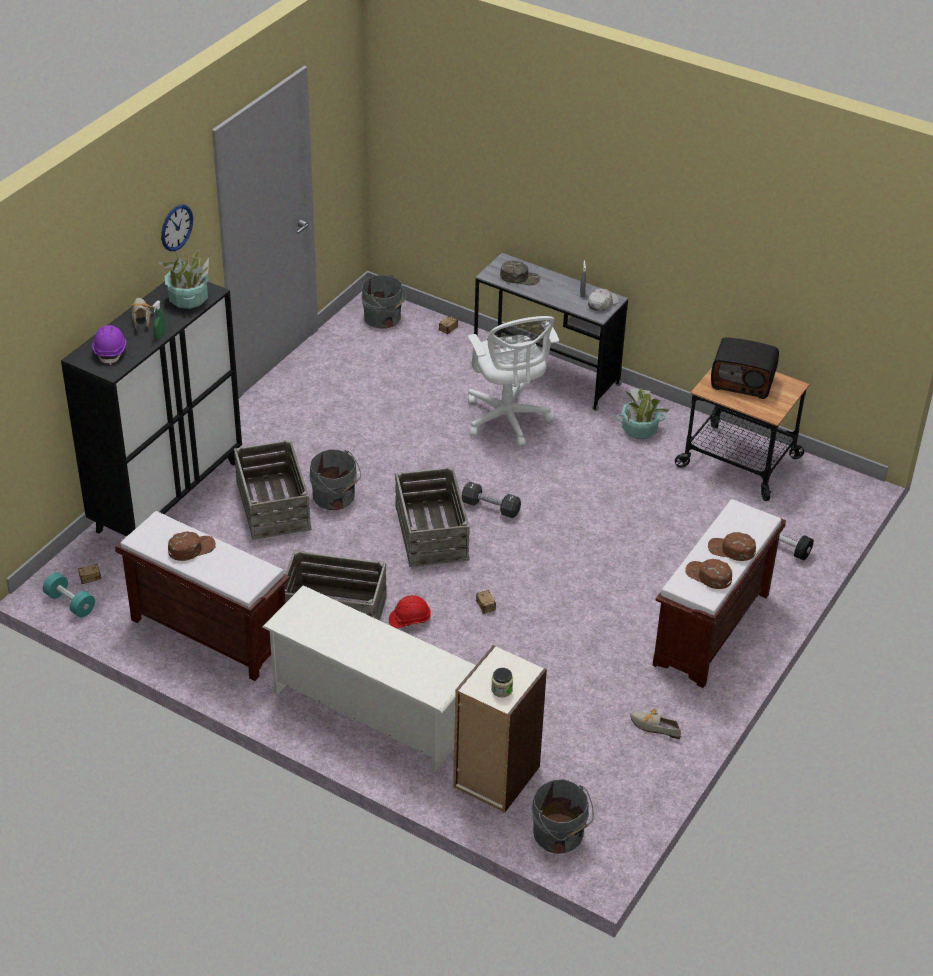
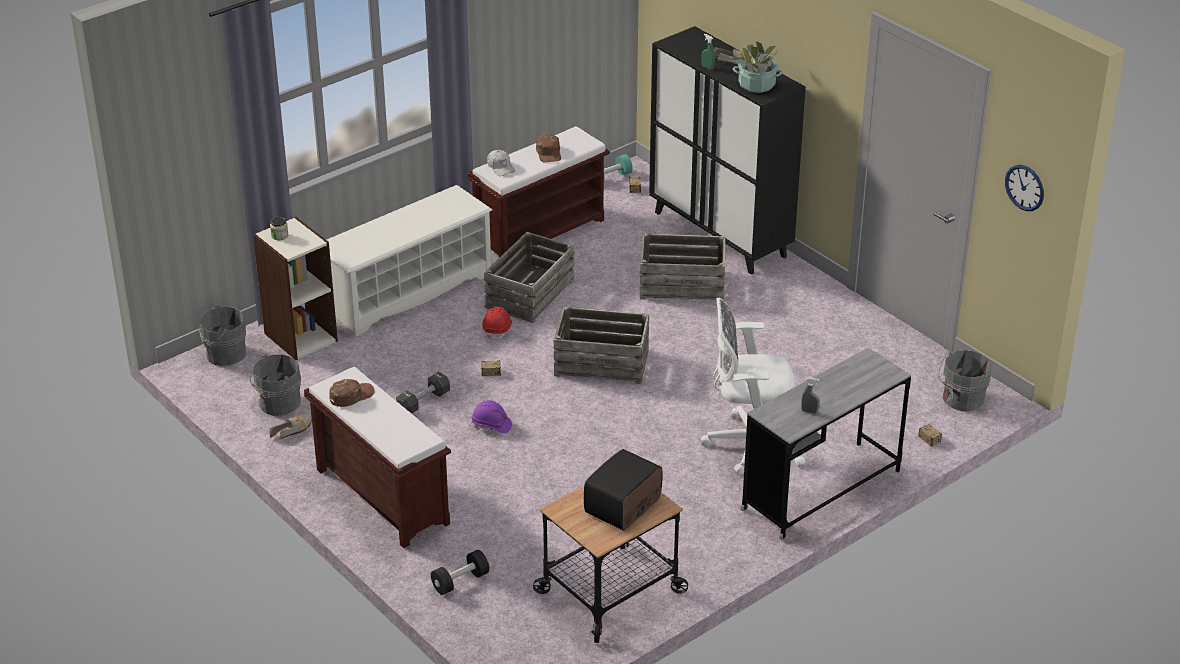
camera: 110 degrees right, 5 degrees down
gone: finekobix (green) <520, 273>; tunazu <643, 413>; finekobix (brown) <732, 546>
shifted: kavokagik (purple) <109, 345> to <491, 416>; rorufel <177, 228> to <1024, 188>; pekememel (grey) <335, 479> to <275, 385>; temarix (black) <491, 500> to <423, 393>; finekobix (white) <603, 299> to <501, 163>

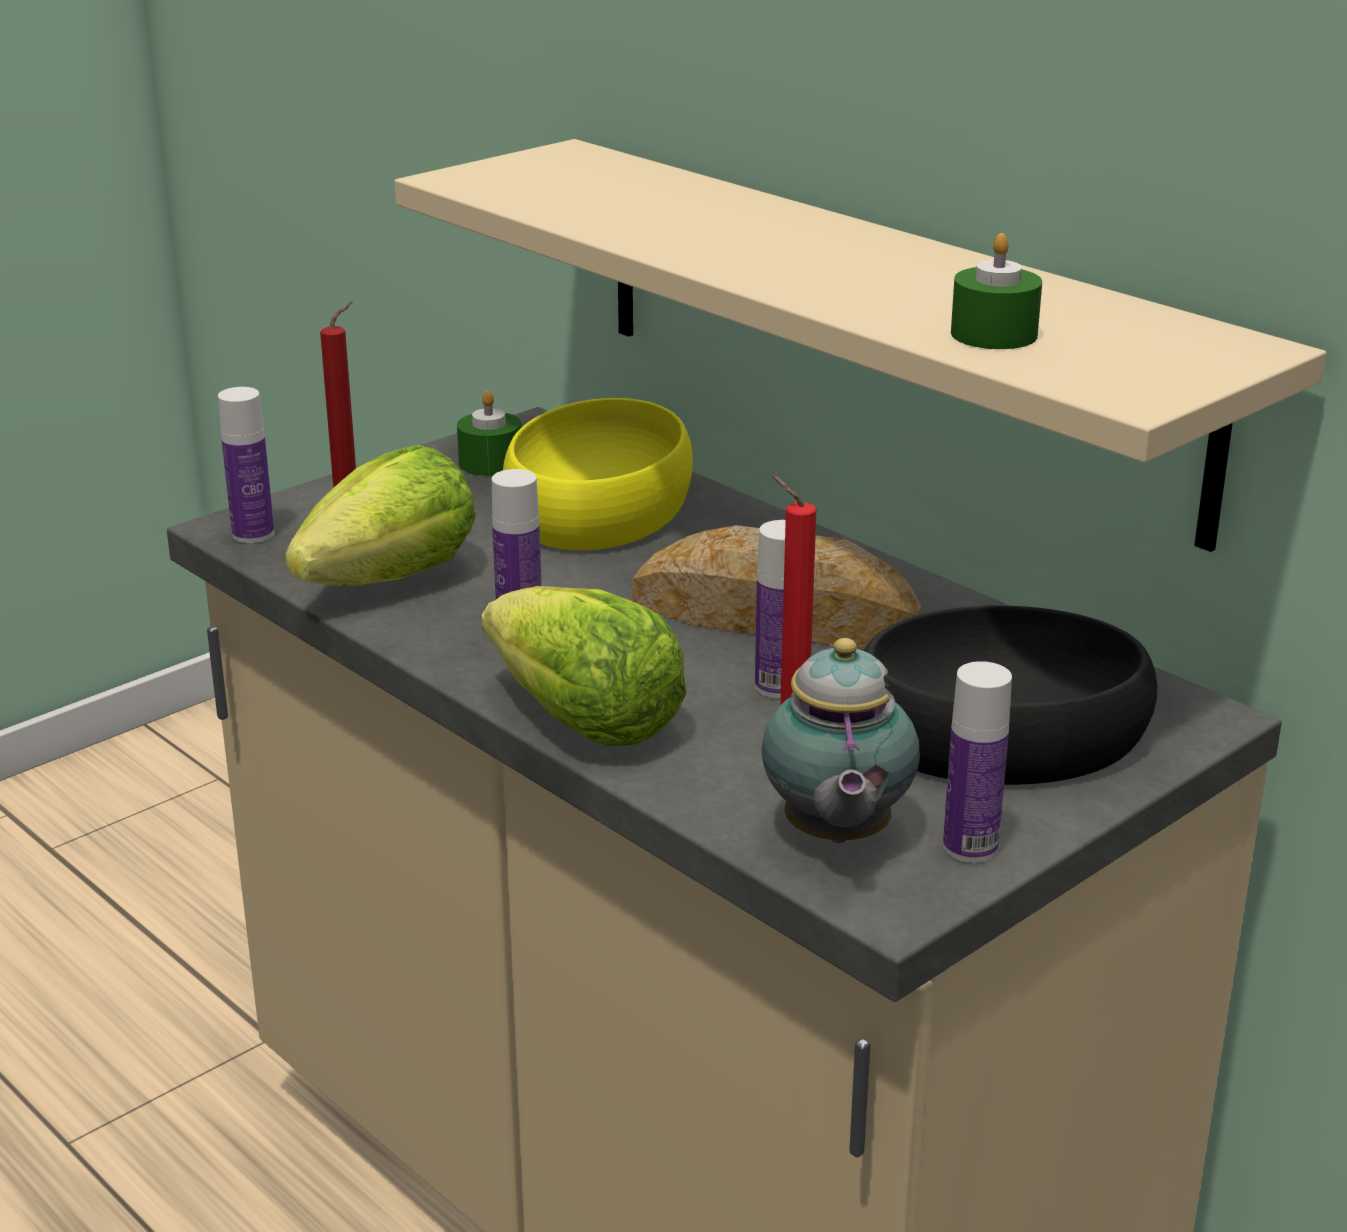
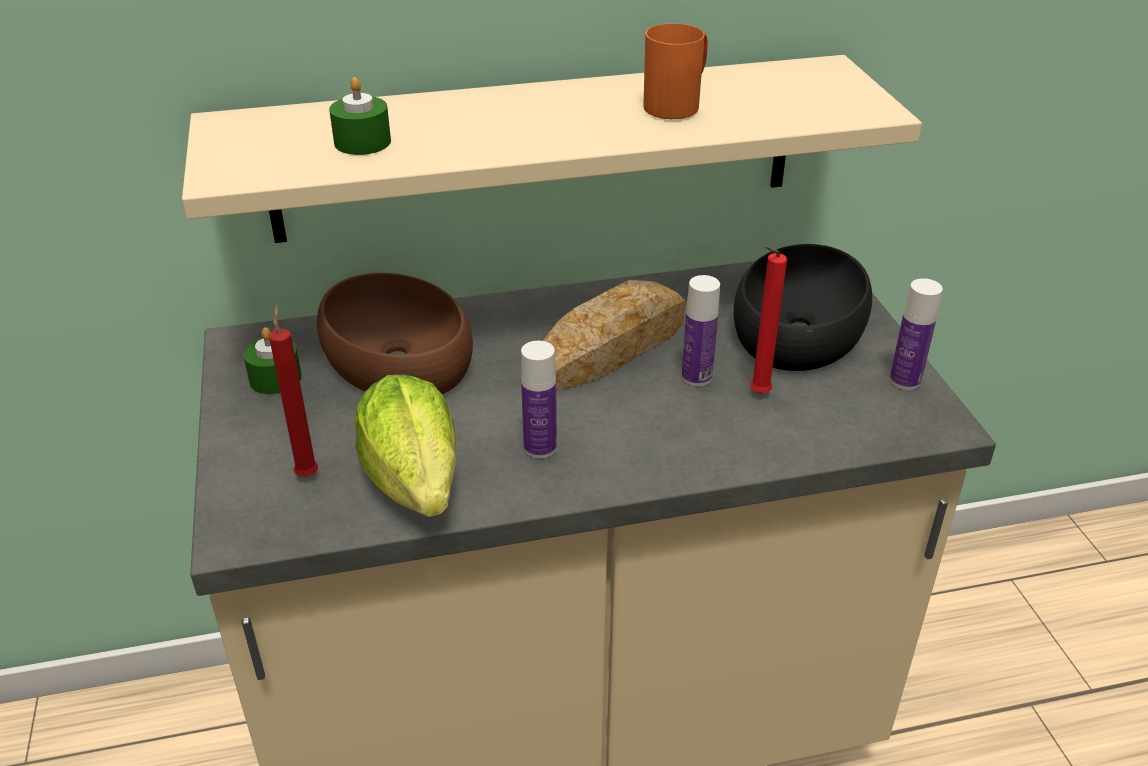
camera: 60 degrees left, 10 degrees up
gone: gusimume <246, 465>; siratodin <583, 666>; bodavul <841, 740>
new: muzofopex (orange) <675, 71>
shifted: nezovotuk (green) <996, 291> to <360, 116>
repainted: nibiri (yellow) <598, 474> to nibiri (brown) <395, 333>

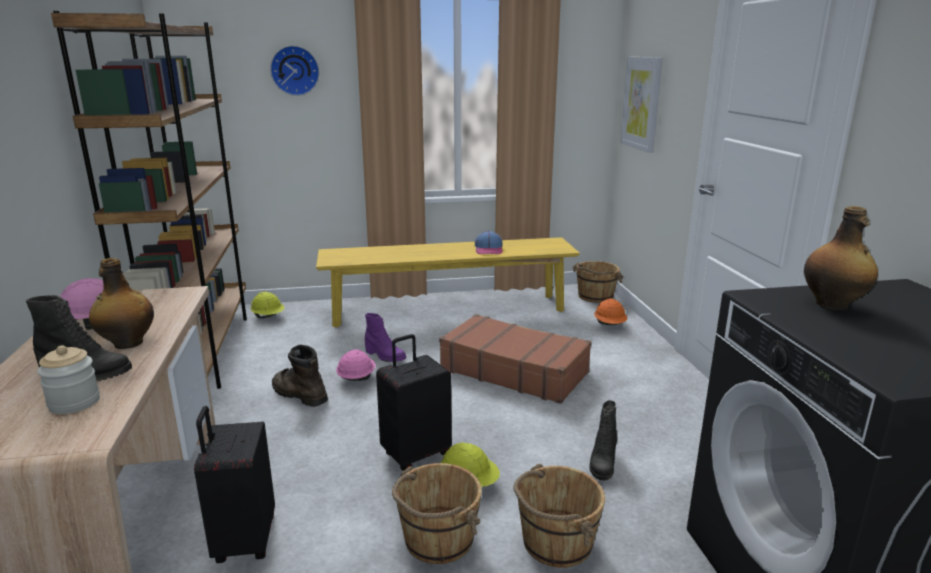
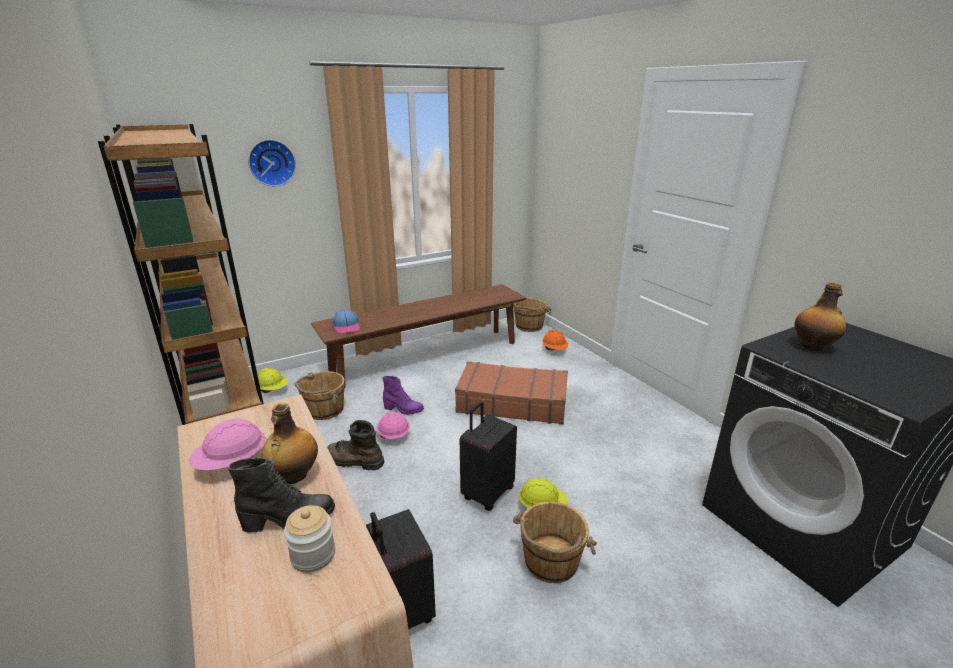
camera: 20 degrees left, 5 degrees up
gone: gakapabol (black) <603, 440>; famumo <641, 105>
shifted: finekobix <489, 242> to <346, 321>; pekememel (brown) <559, 516> to <320, 395>
repainted: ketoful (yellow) <448, 282> to ketoful (brown) <418, 336>

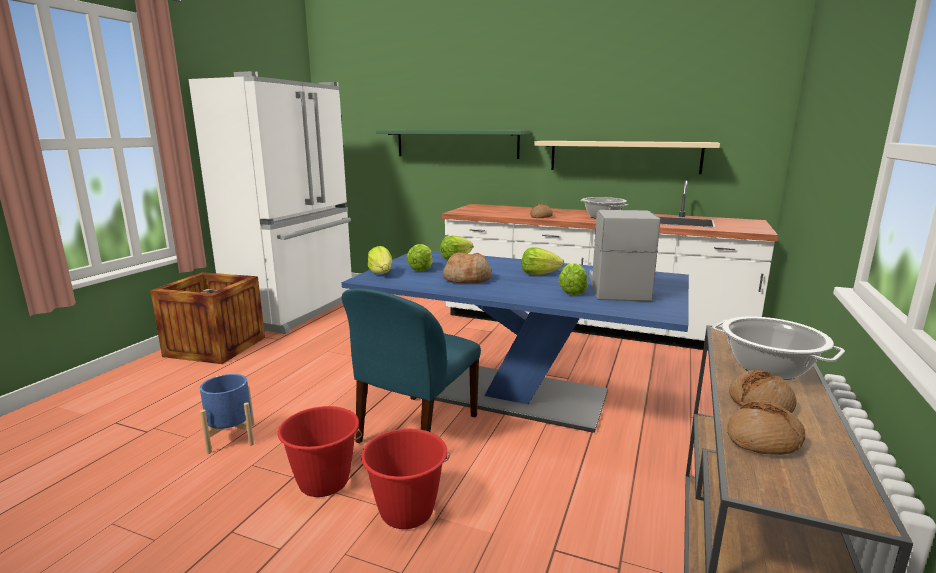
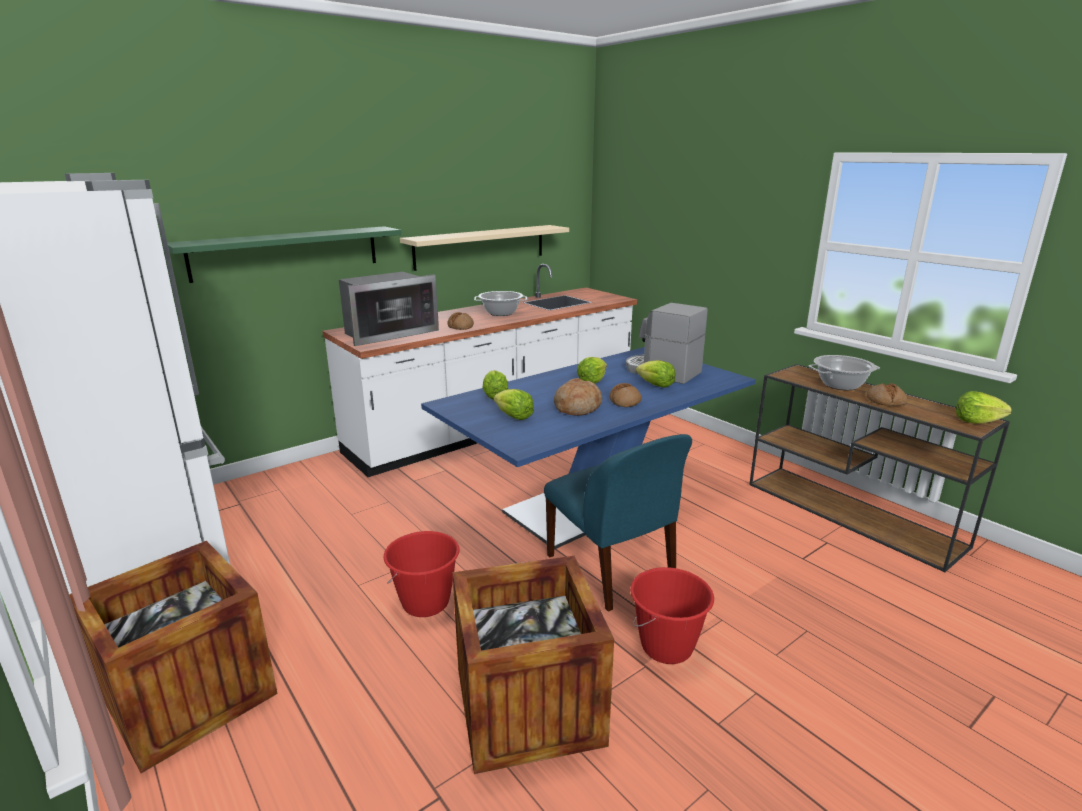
camera: 60 degrees left, 5 degrees up
new: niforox <389, 309>
shifted: pekememel (red) <404, 479> to <421, 574>; siratodin <379, 260> to <984, 407>; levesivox <766, 427> to <625, 395>
swapped: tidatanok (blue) <227, 414> to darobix <533, 665>

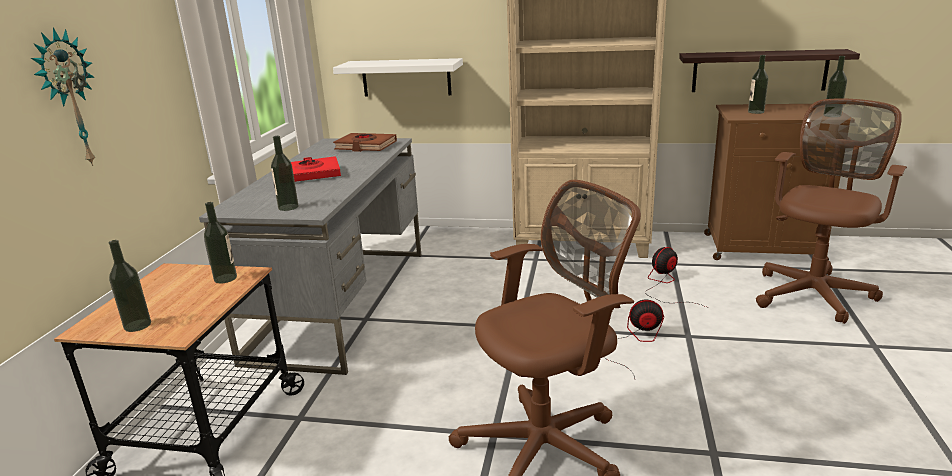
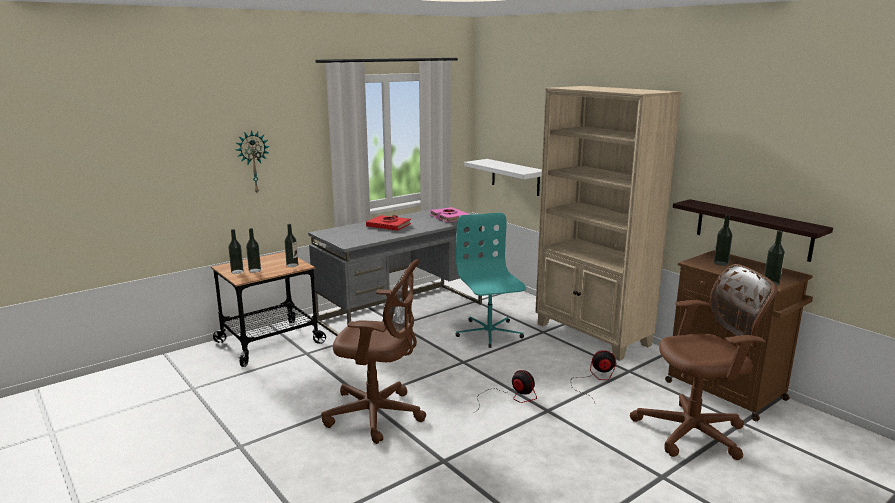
camera: 40 degrees right, 5 degrees down
new: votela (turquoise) <491, 280>
shifted: gusimume <285, 173> to <253, 250>
repainted: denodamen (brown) <365, 142> to denodamen (pink) <450, 214>

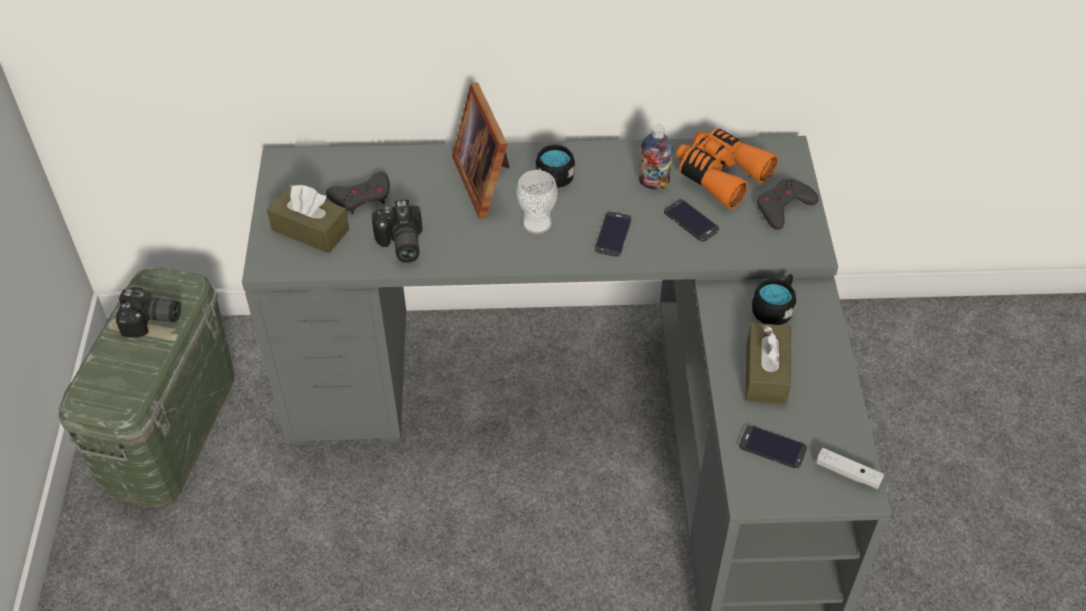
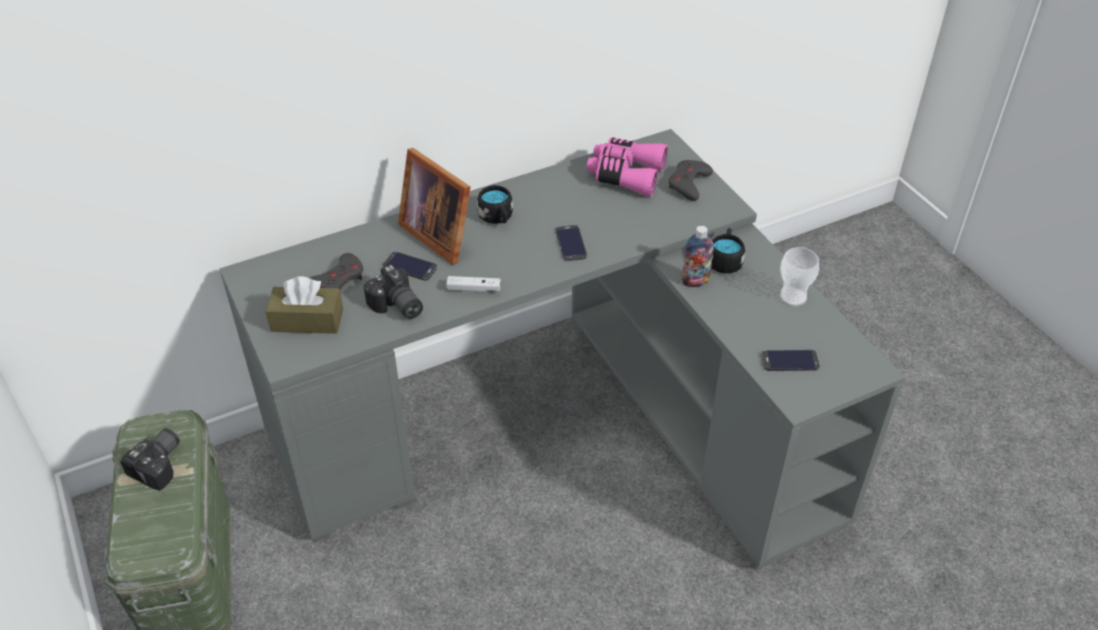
camera: 25 degrees left, 5 degrees down
gone: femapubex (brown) <768, 363>
shifted: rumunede <537, 202> to <799, 276>; gusimume <655, 157> to <697, 256>; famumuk <691, 220> to <410, 266>; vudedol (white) <850, 468> to <473, 284>
repainted: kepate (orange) <727, 168> to kepate (pink) <627, 167>
rotated: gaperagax <148, 312> = <150, 459> 45 degrees counterclockwise

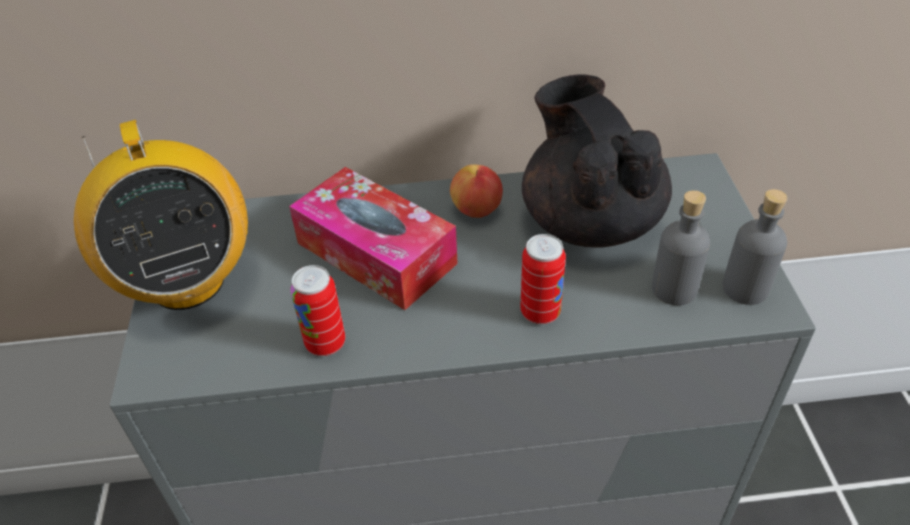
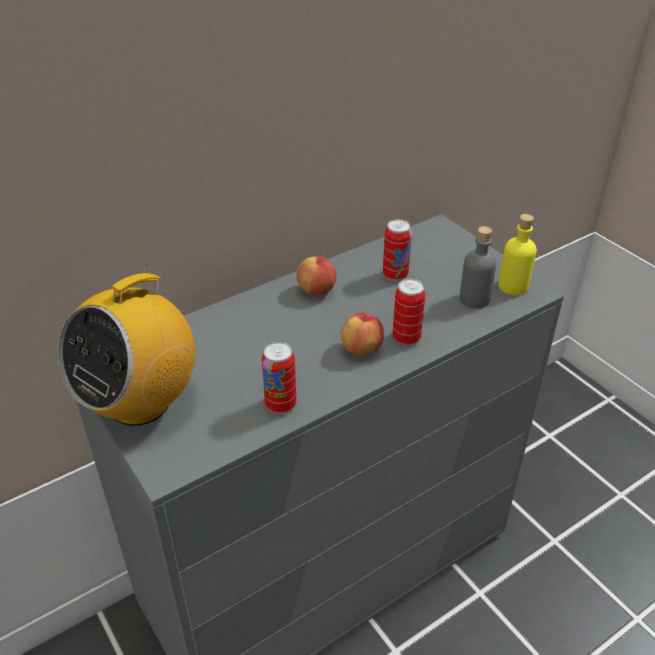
camera: 30 degrees left, 5 degrees down
gone: femapubex <373, 238>
new: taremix <362, 334>
swapped: bodavul (black) <597, 161> to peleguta <397, 250>
repainted: gusimume (grey) <755, 247> to gusimume (yellow) <517, 254>
rotated: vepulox <161, 215> = <126, 345> 90 degrees clockwise

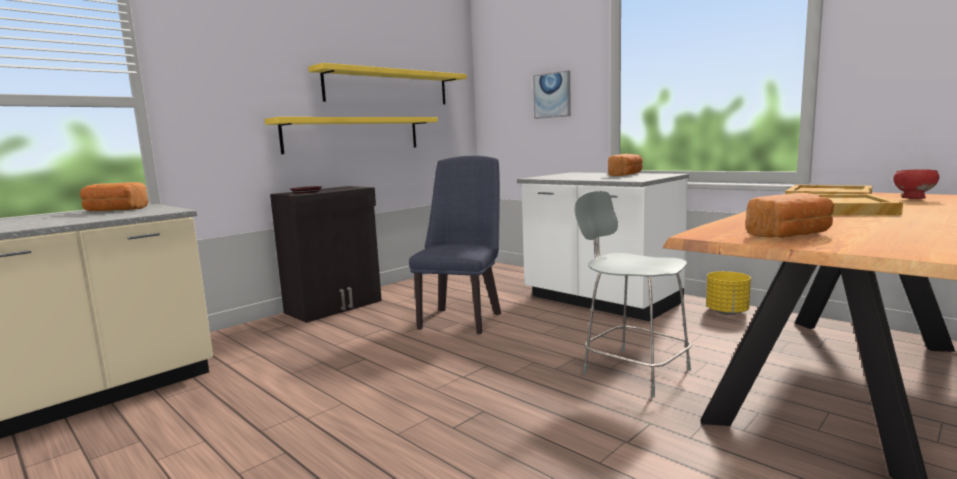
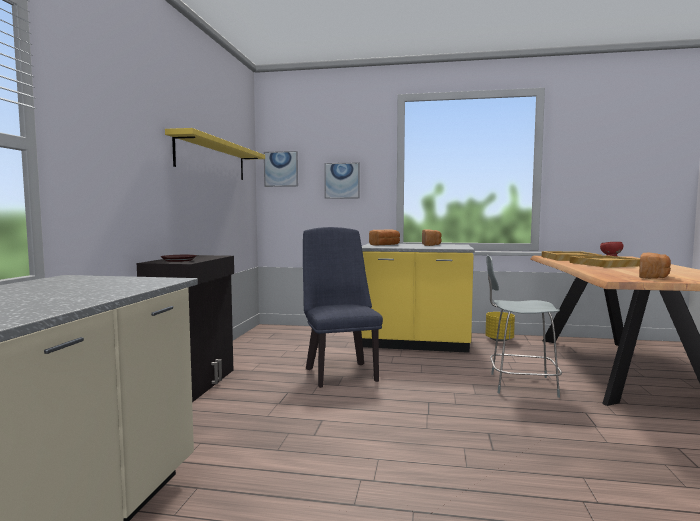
camera: 35 degrees left, 5 degrees down
gone: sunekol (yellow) <351, 135>
new: famumo <281, 169>
shifted: levesivox <114, 196> to <384, 237>
repainted: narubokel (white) <603, 246> to narubokel (yellow) <418, 298>

